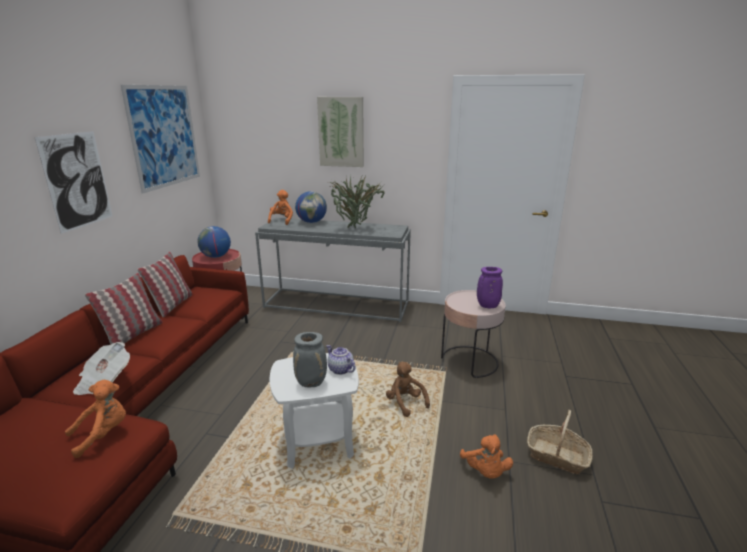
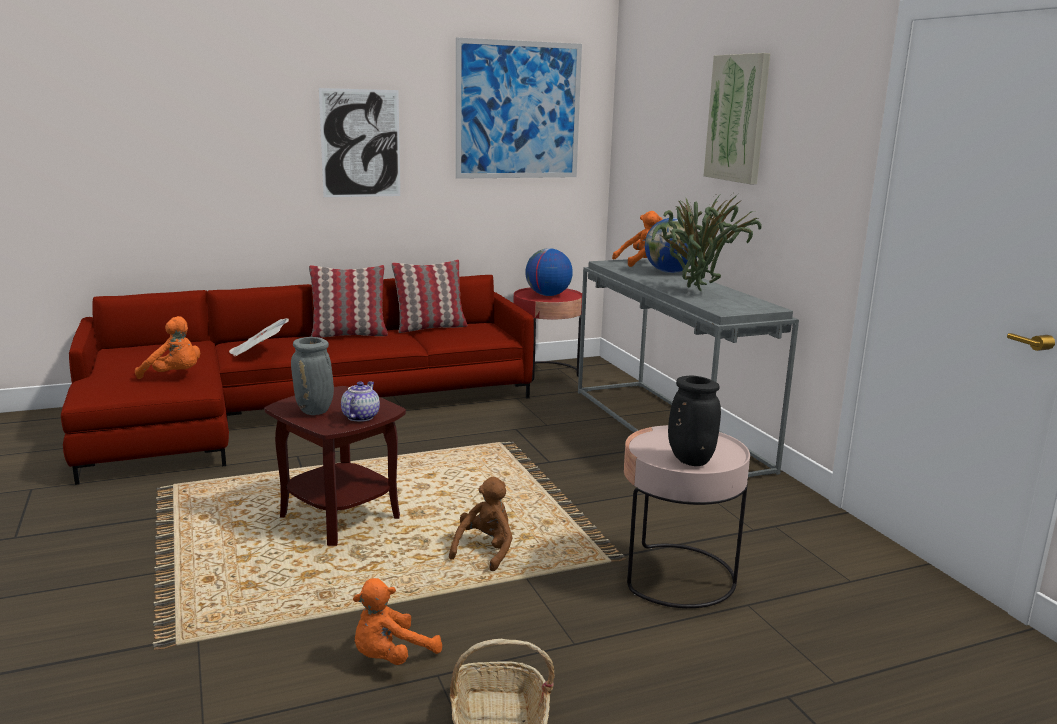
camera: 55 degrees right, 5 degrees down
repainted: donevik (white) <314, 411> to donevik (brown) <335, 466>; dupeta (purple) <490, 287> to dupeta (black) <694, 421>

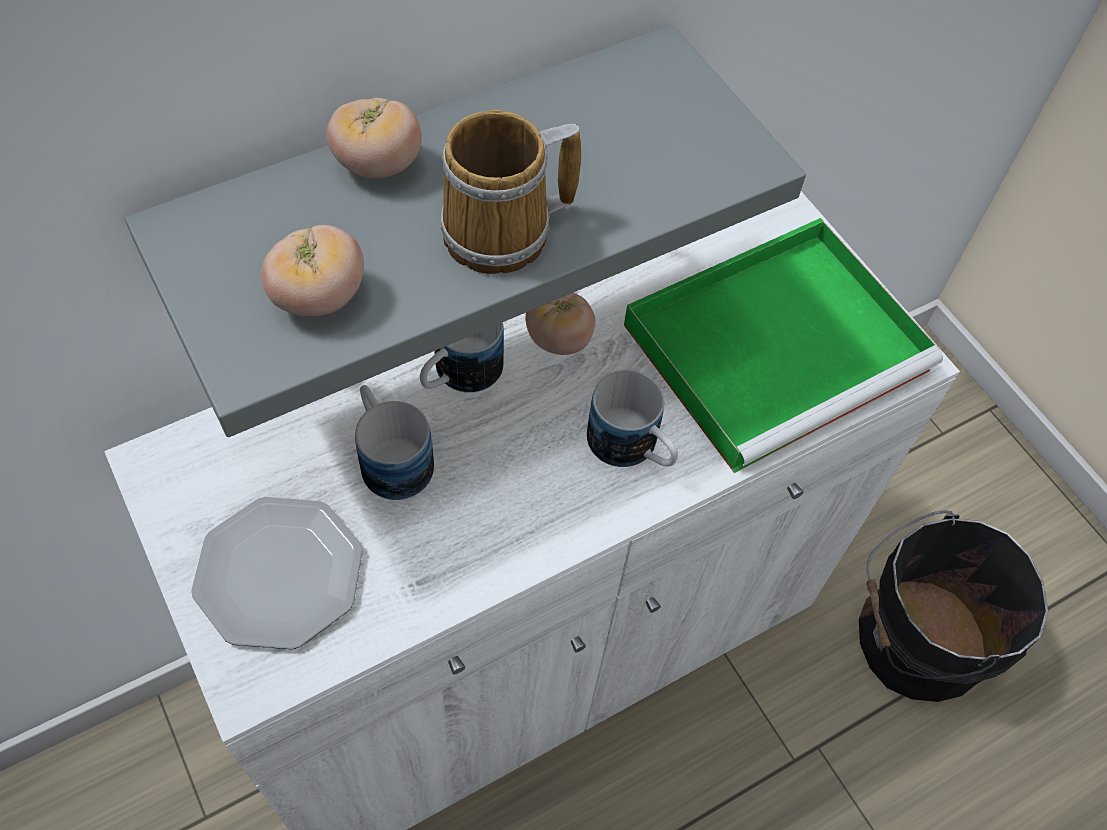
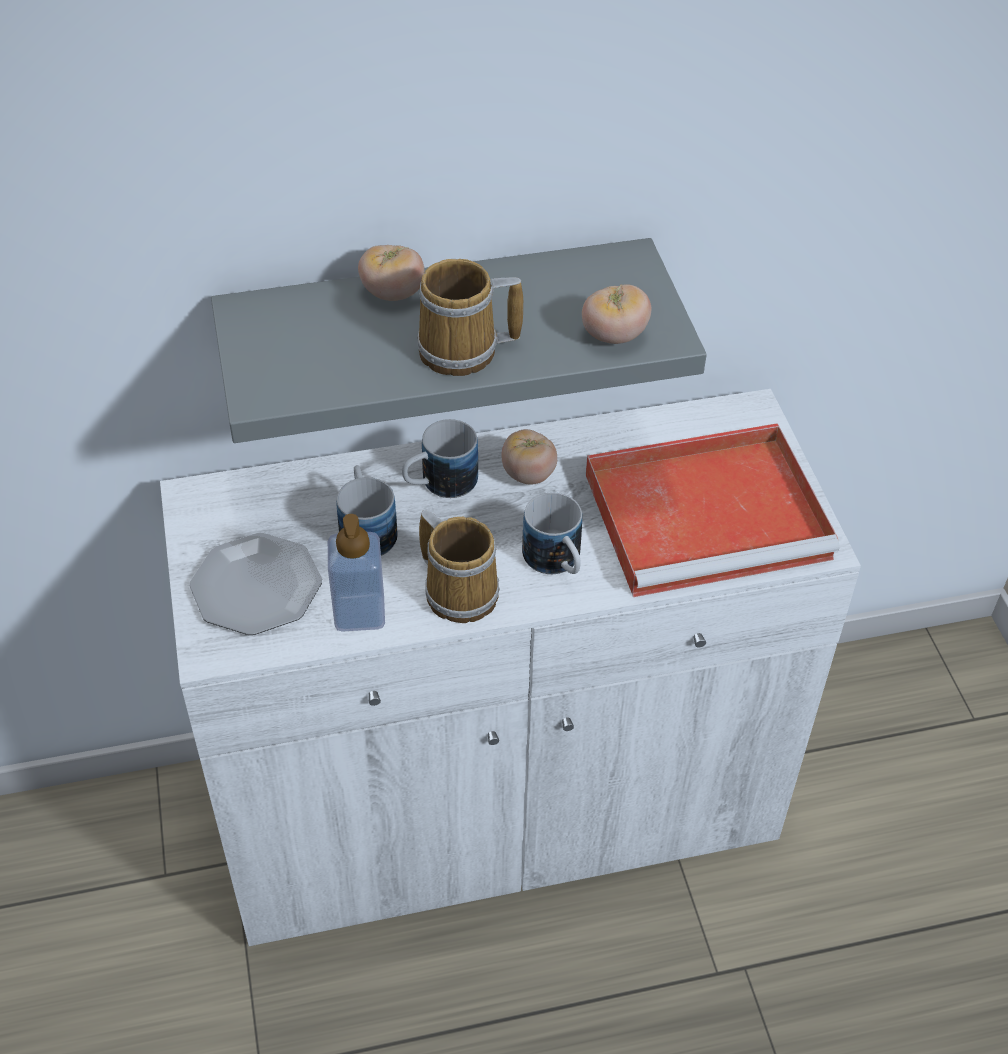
camera: 20 degrees right, 10 degrees down
gone: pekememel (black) <953, 606>
new: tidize <356, 573>; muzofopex <459, 566>
shifted: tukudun <312, 271> to <616, 314>
repainted: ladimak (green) <783, 345> to ladimak (red) <713, 510>

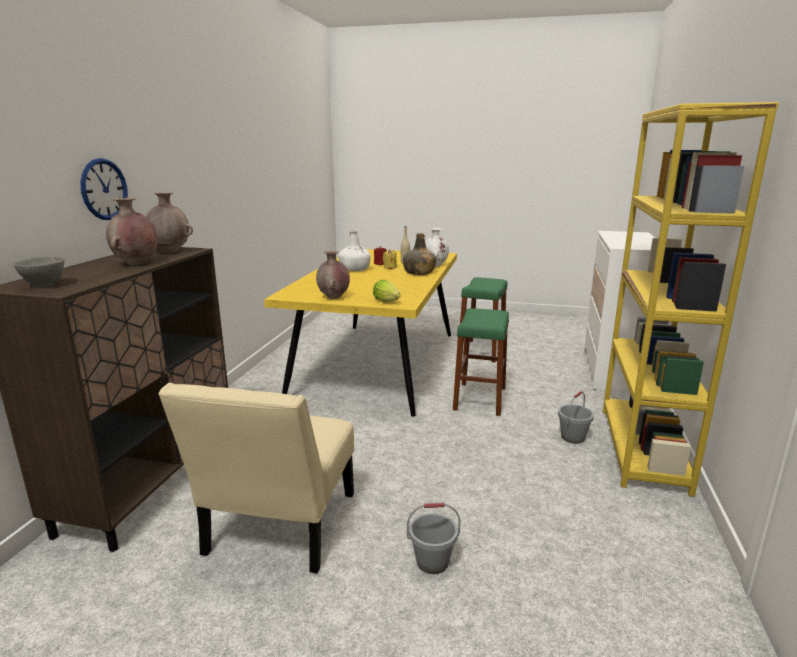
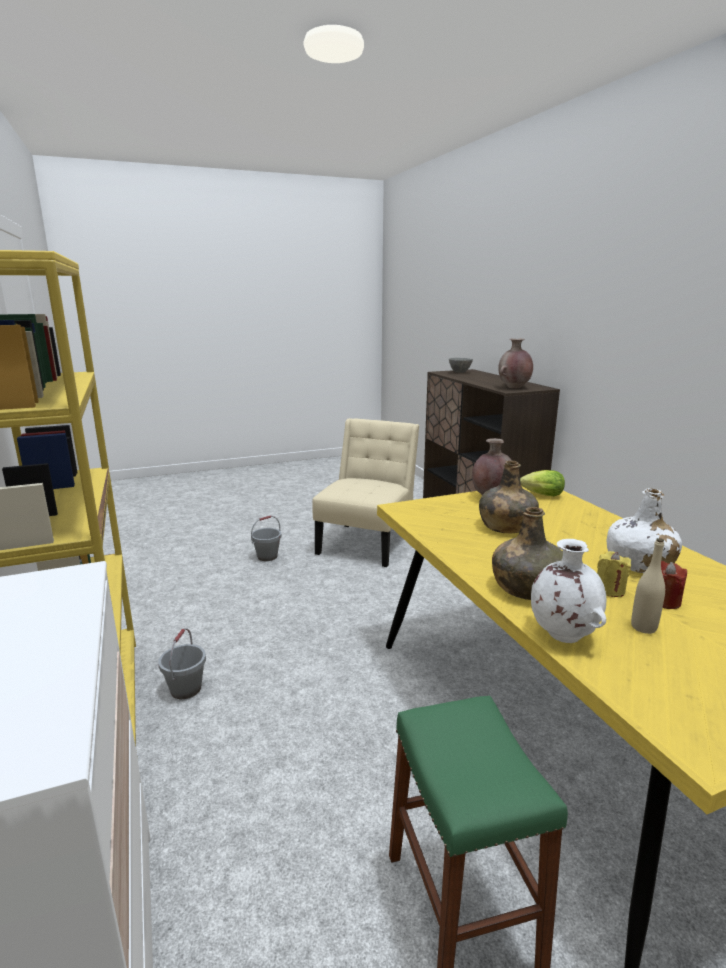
camera: 145 degrees right, 0 degrees up
gone: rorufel <104, 189>; dupeta (brown) <131, 231>; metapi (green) <481, 362>
new: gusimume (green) <509, 497>
shifted: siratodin <386, 291> to <542, 483>
rotated: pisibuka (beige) <256, 478> = <365, 492> 45 degrees clockwise

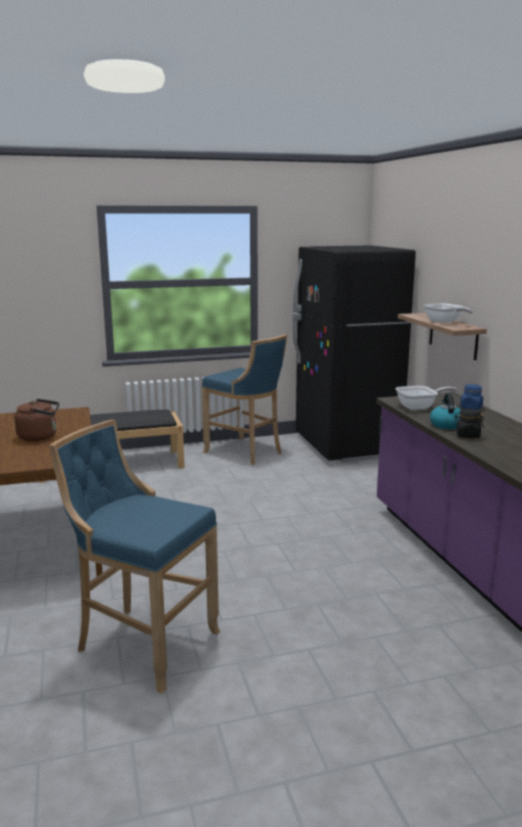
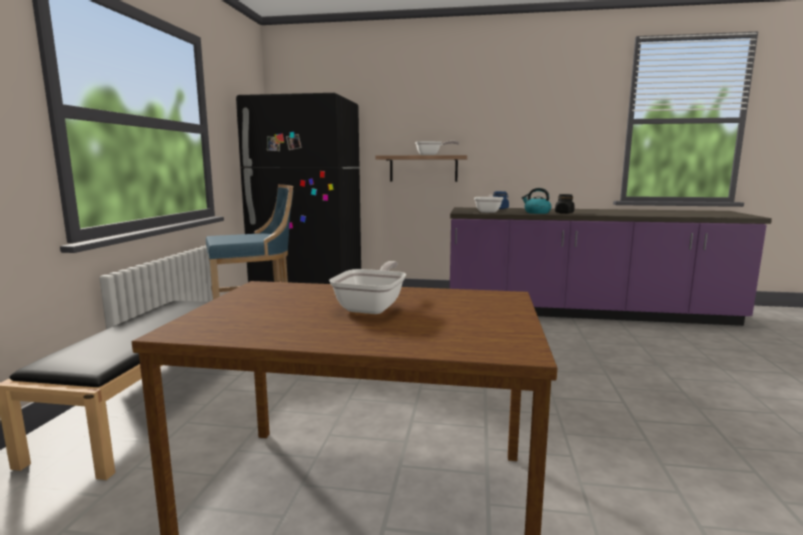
camera: 65 degrees left, 5 degrees down
gone: metapi (blue) <134, 557>
swapped: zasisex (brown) <36, 420> to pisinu <367, 287>

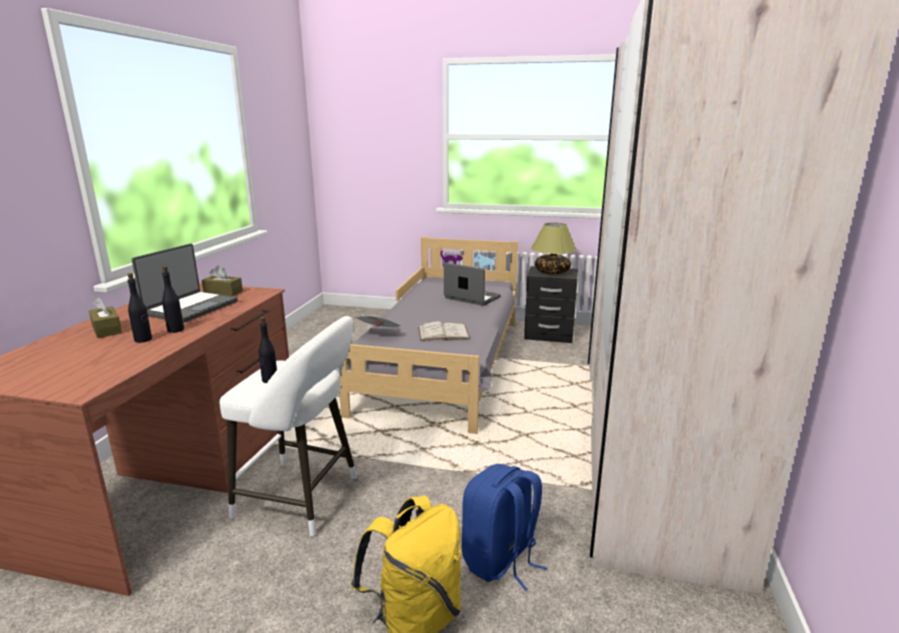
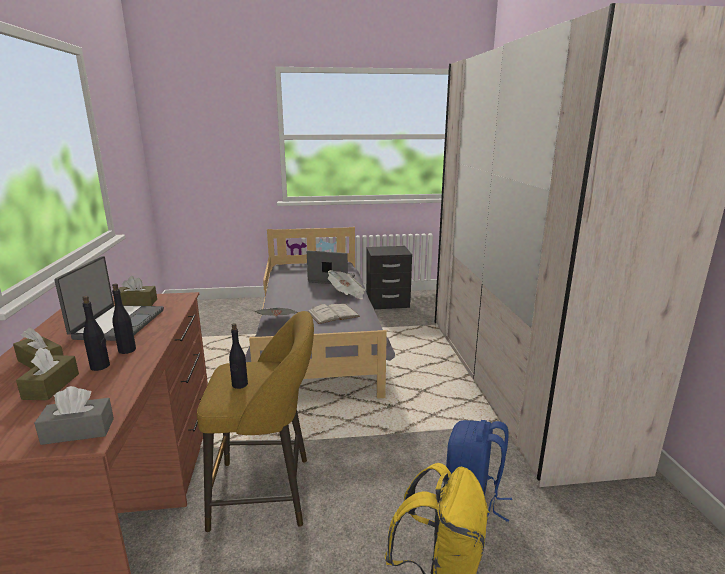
camera: 20 degrees left, 0 degrees up
gone: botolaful <554, 248>
new: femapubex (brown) <47, 373>; femapubex (grey) <74, 415>; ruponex <346, 284>
repainted: metapi (white) <288, 426> to metapi (yellow) <255, 421>

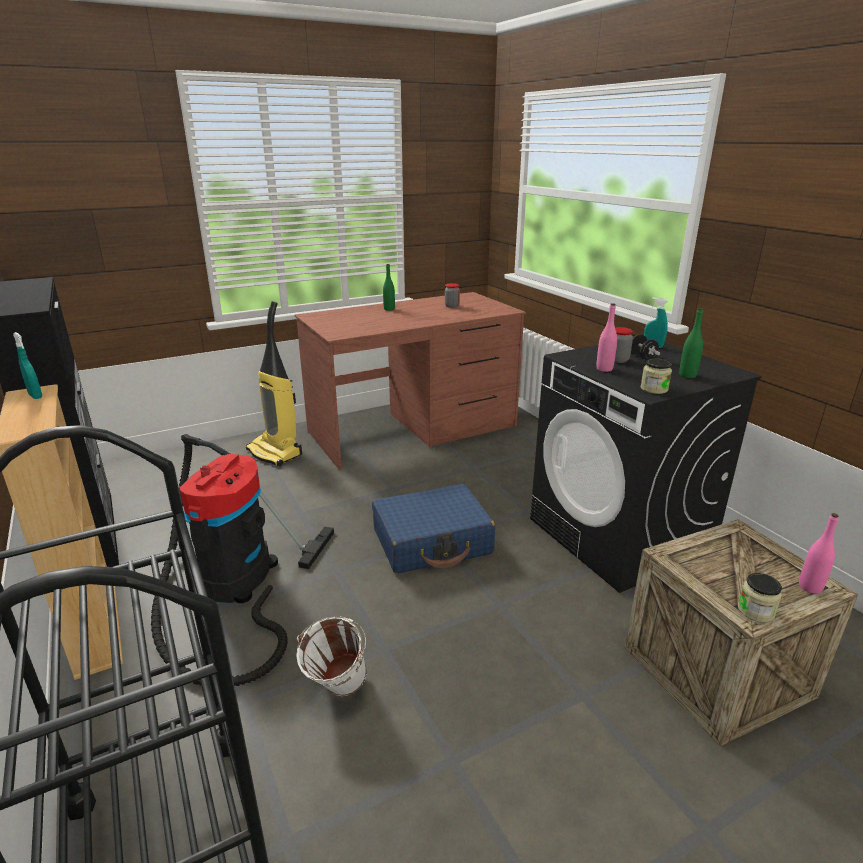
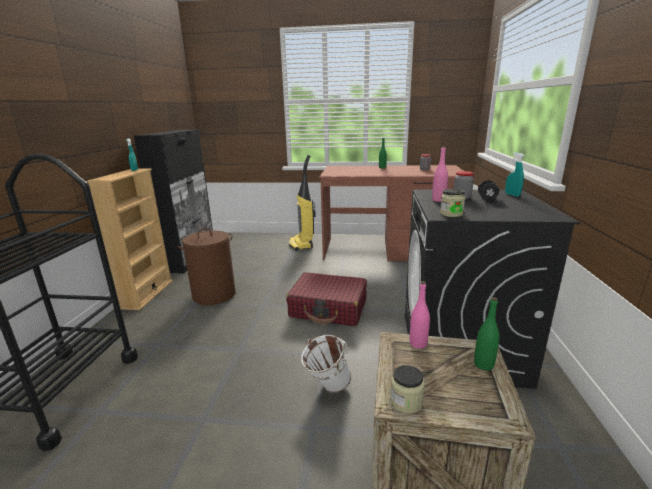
camera: 35 degrees right, 5 degrees down
shifted: pekememel (white) <331, 656> to <326, 364>; gusimume (green) <691, 343> to <486, 334>; gusimume (pink) <819, 553> to <420, 315>
swapped: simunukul <242, 560> to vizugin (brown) <207, 266>
repainted: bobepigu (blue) <433, 529> to bobepigu (red) <326, 299>

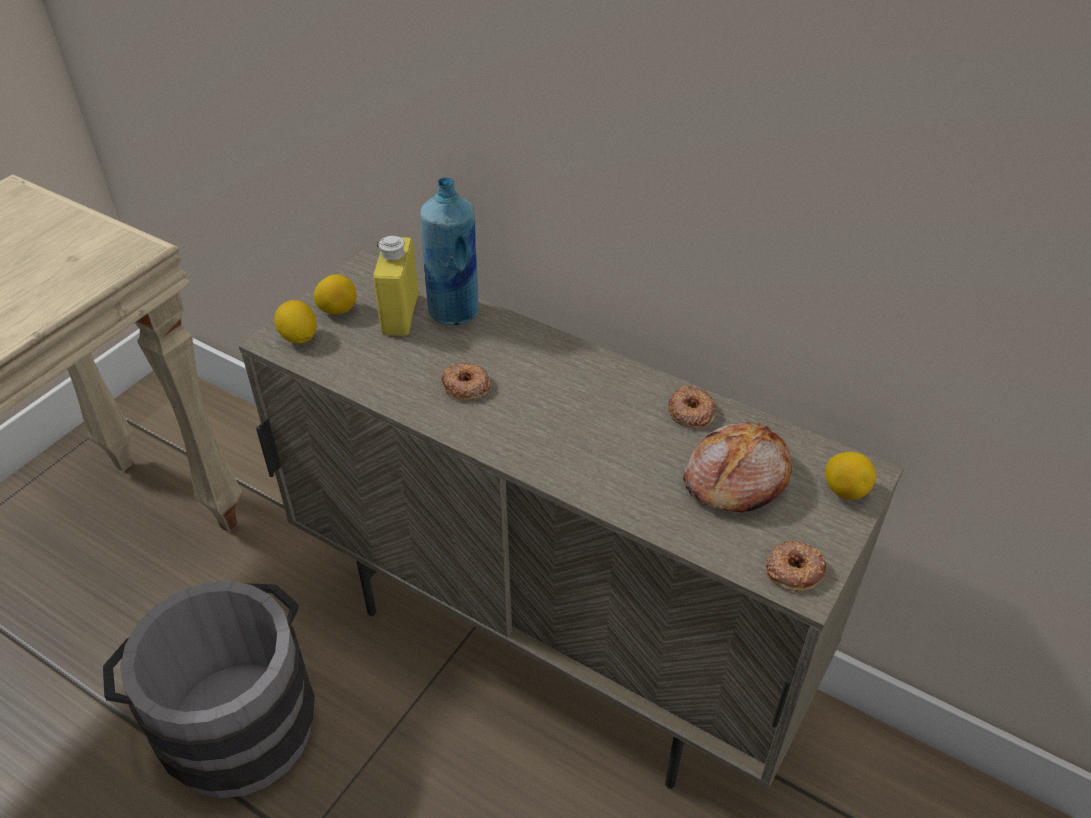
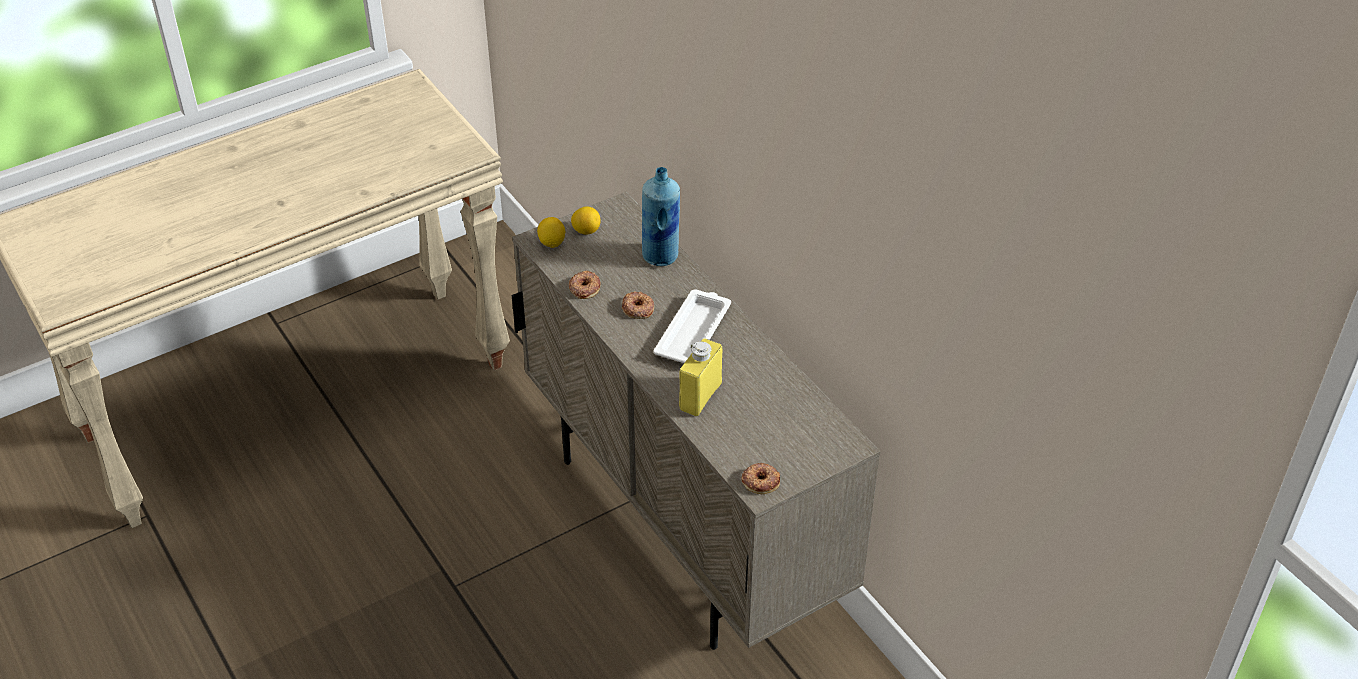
camera: 25 degrees right, 0 degrees up
gone: pekememel (grey) <209, 689>; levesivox <737, 467>; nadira <850, 476>
new: ladimak (white) <692, 326>
shifted: gusimume (yellow) <396, 286> to <700, 377>; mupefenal <691, 407> to <585, 285>

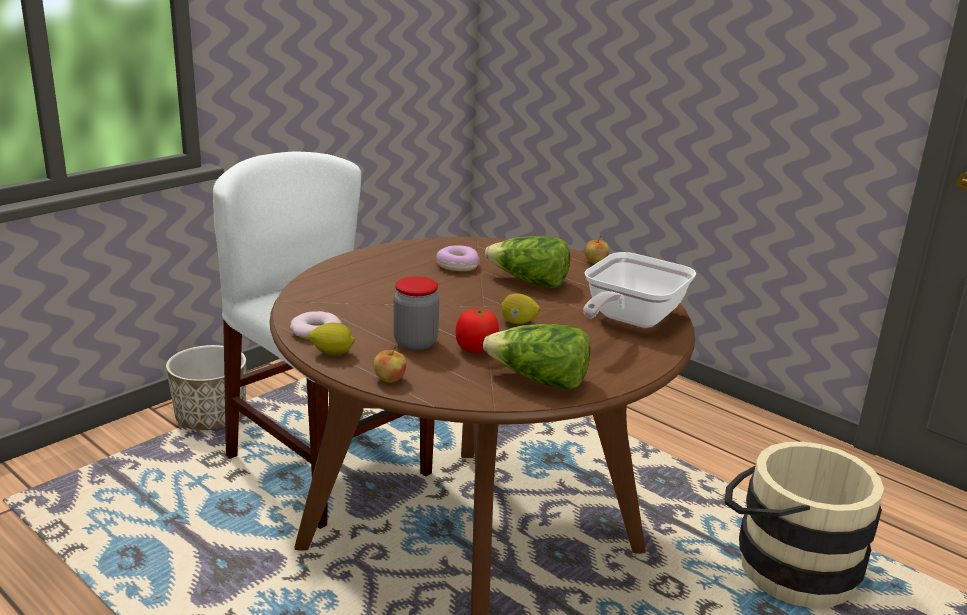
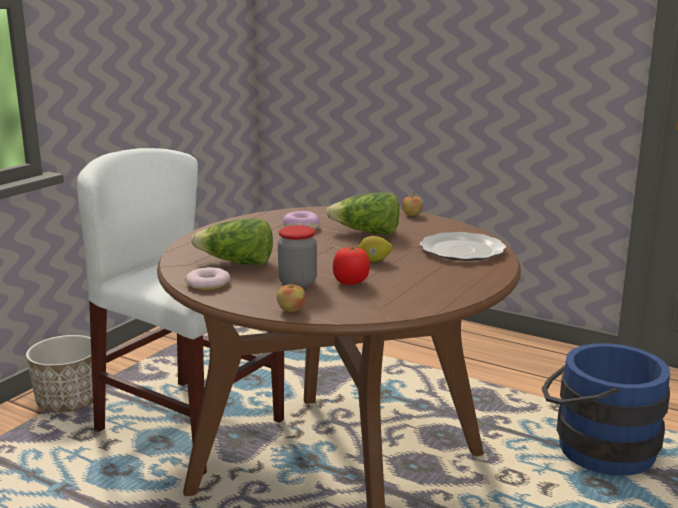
camera: 10 degrees left, 5 degrees down
gone: nadira <332, 339>
shifted: siratodin <536, 357> to <232, 241>
swapped: pisinu <640, 290> to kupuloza <463, 246>
repainted: pekememel (beige) <804, 525> to pekememel (blue) <605, 409>

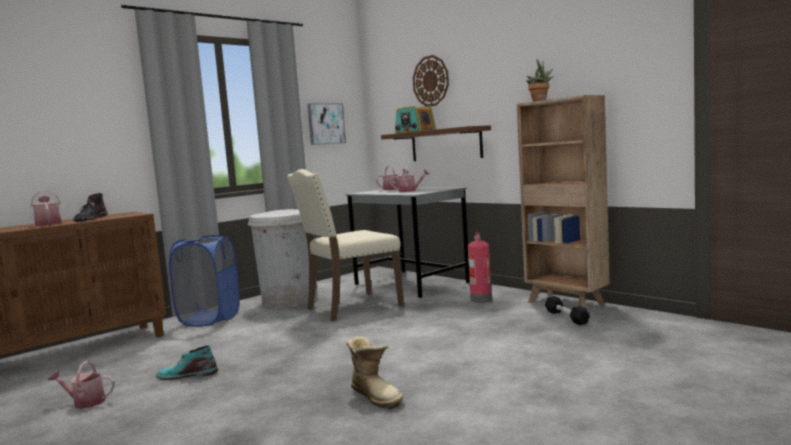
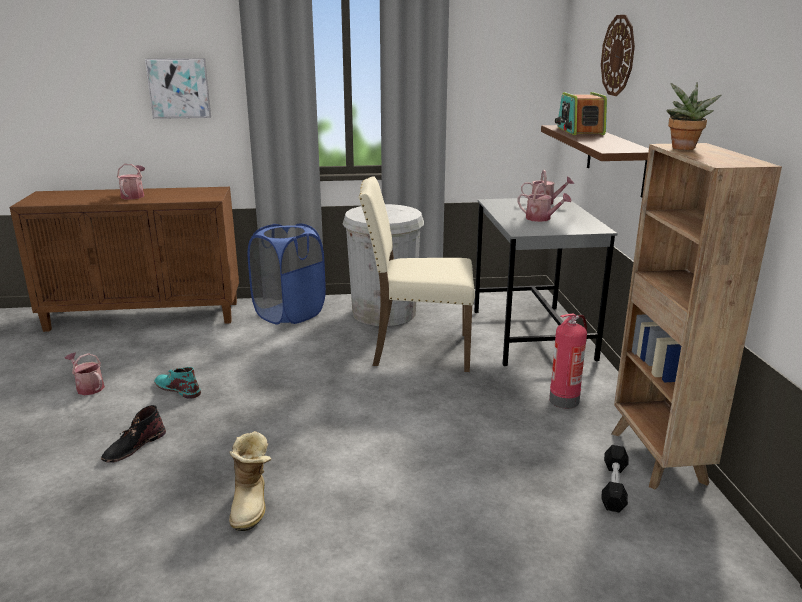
camera: 35 degrees right, 15 degrees up
shifted: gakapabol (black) <90, 207> to <133, 434>; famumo <327, 124> to <178, 88>

